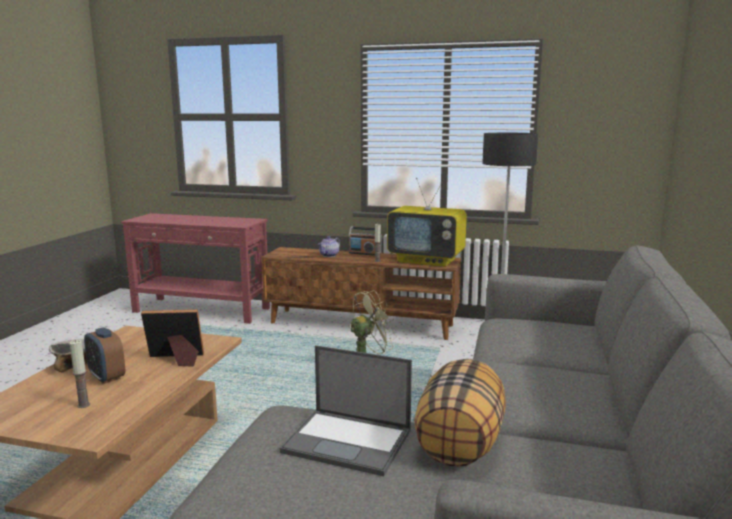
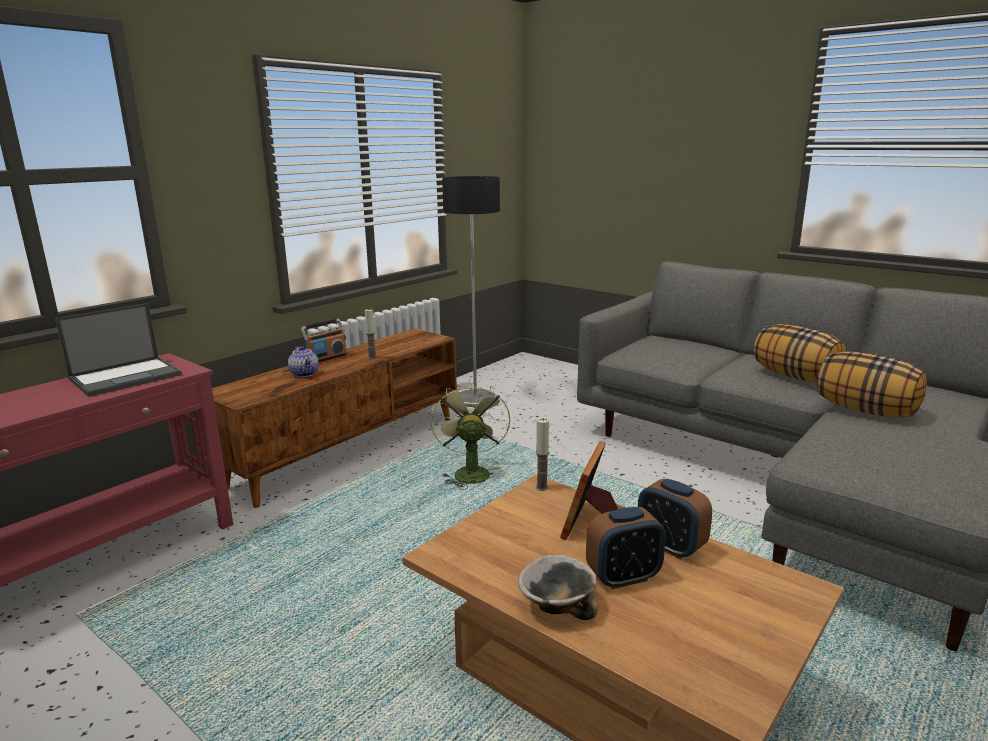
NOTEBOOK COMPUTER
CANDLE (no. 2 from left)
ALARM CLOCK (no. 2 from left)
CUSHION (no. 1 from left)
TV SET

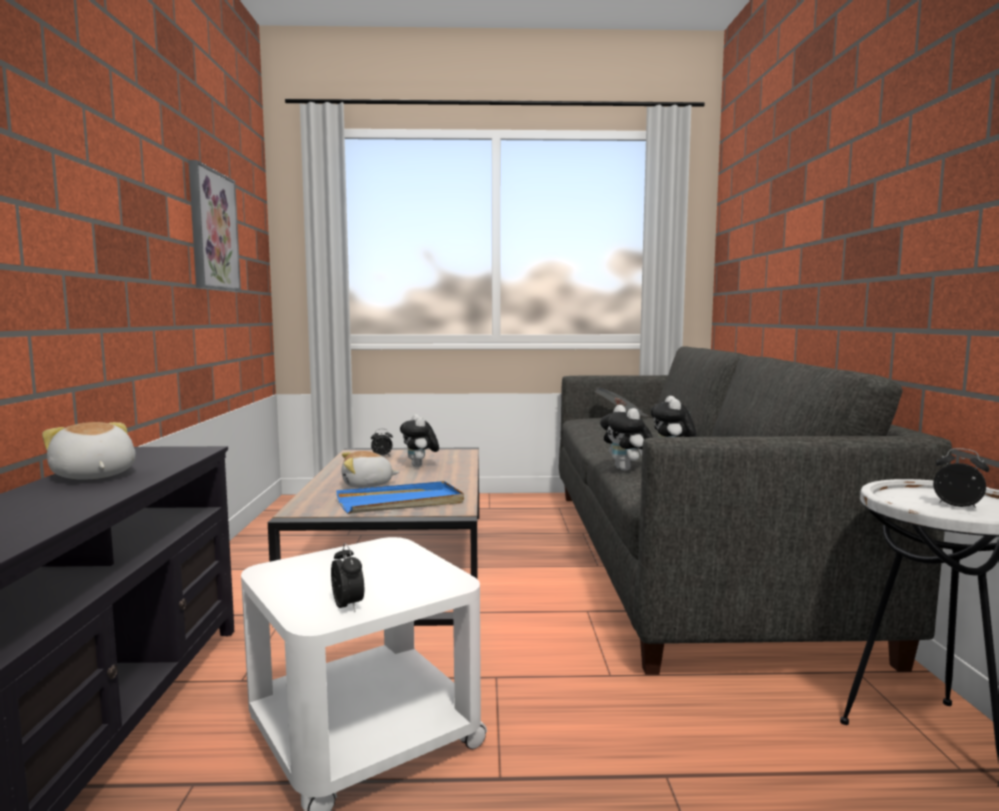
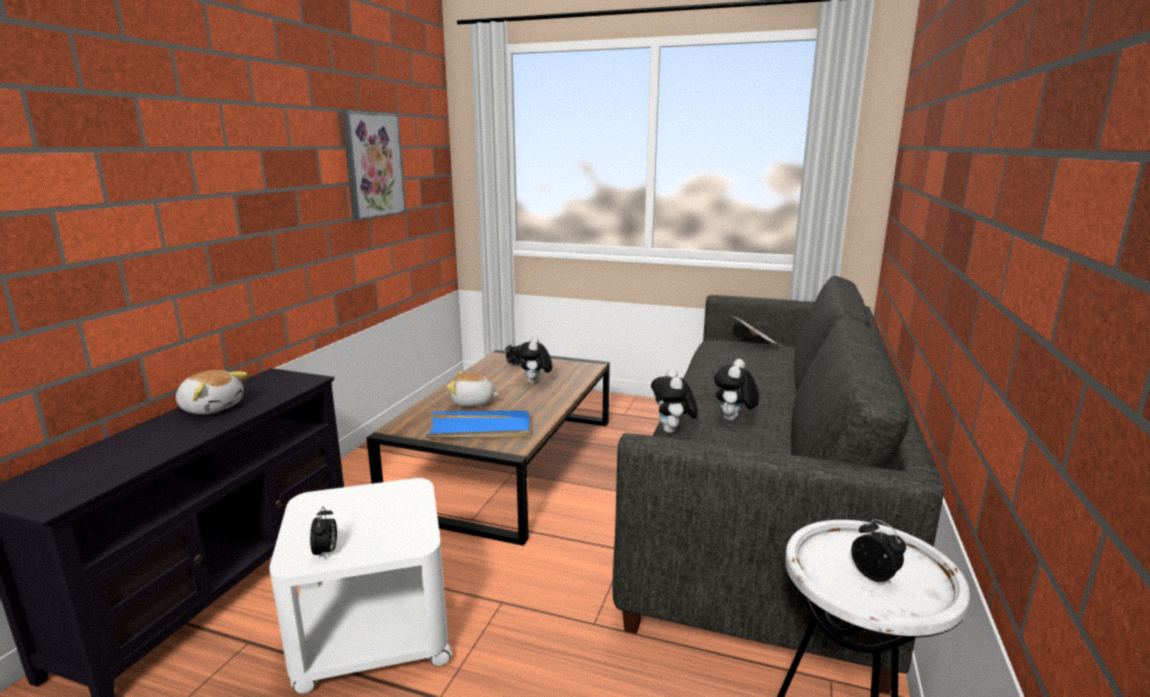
CUDDLY TOY (no. 1 from left)

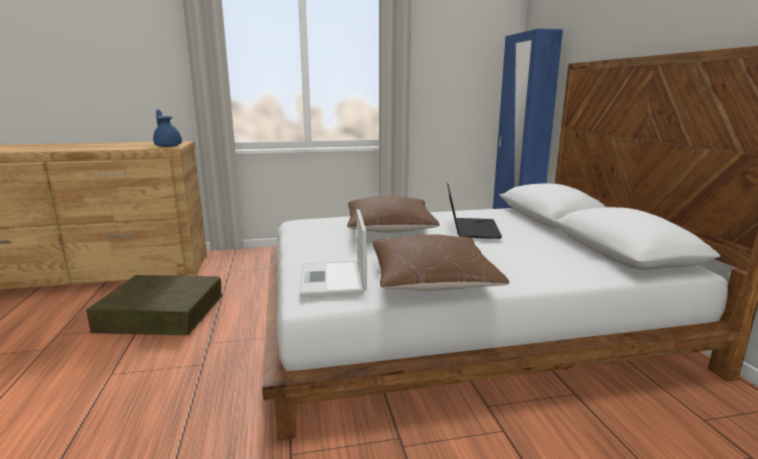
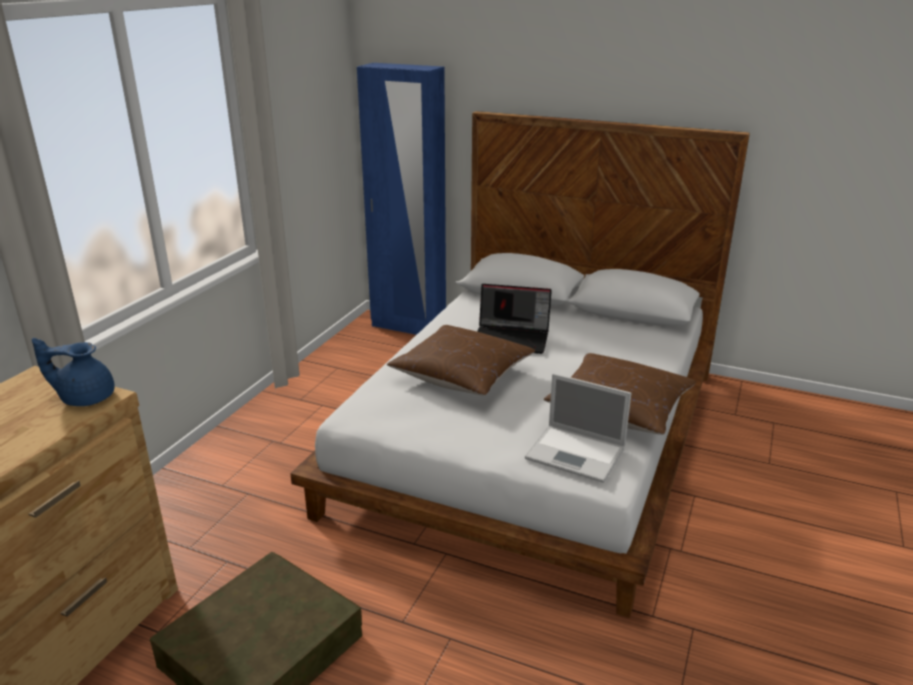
NOTEBOOK COMPUTER (no. 1 from left)

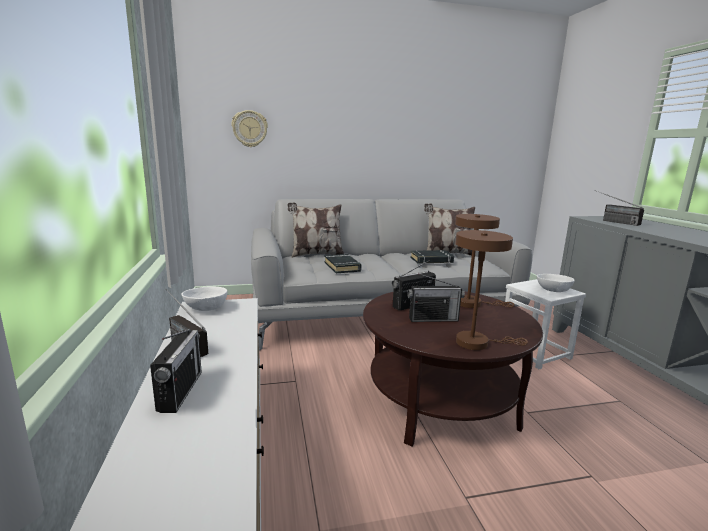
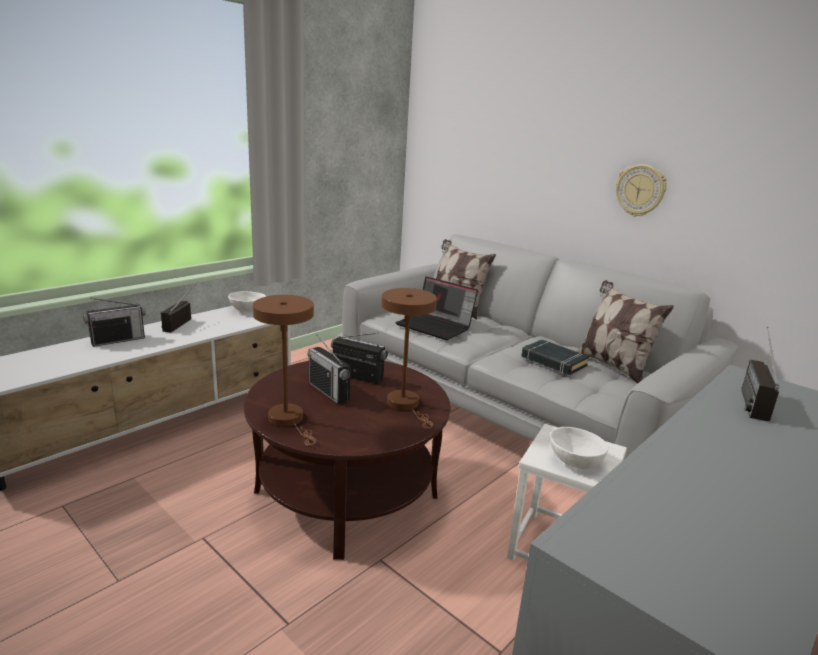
NOTEBOOK COMPUTER
WALL CLOCK

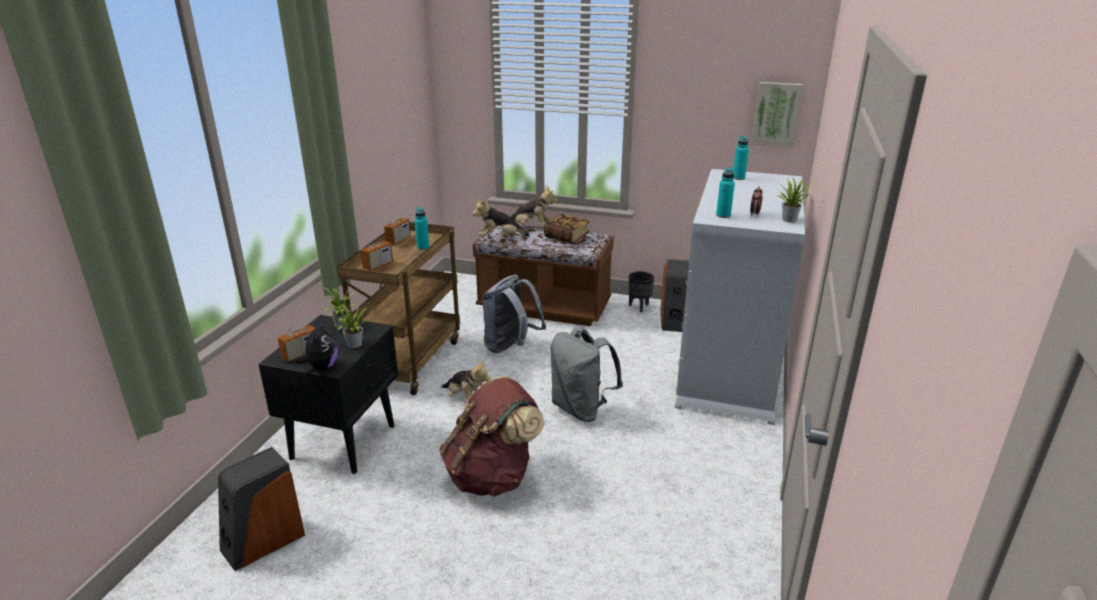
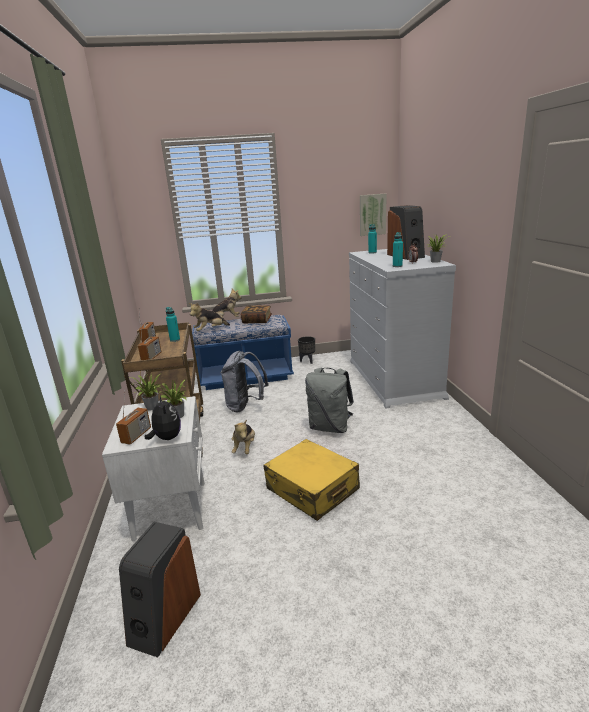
WHITISH NIGHT TABLE
BLUE-COLOURED LONG SEAT
CUDDLY TOY (no. 4 from left)
YELLOW PIECE OF LUGGAGE
AUDIO SPEAKER (no. 2 from left)

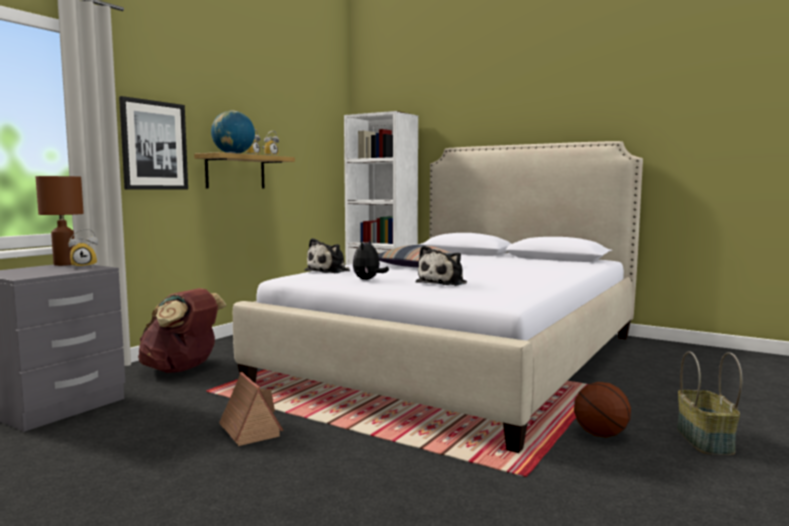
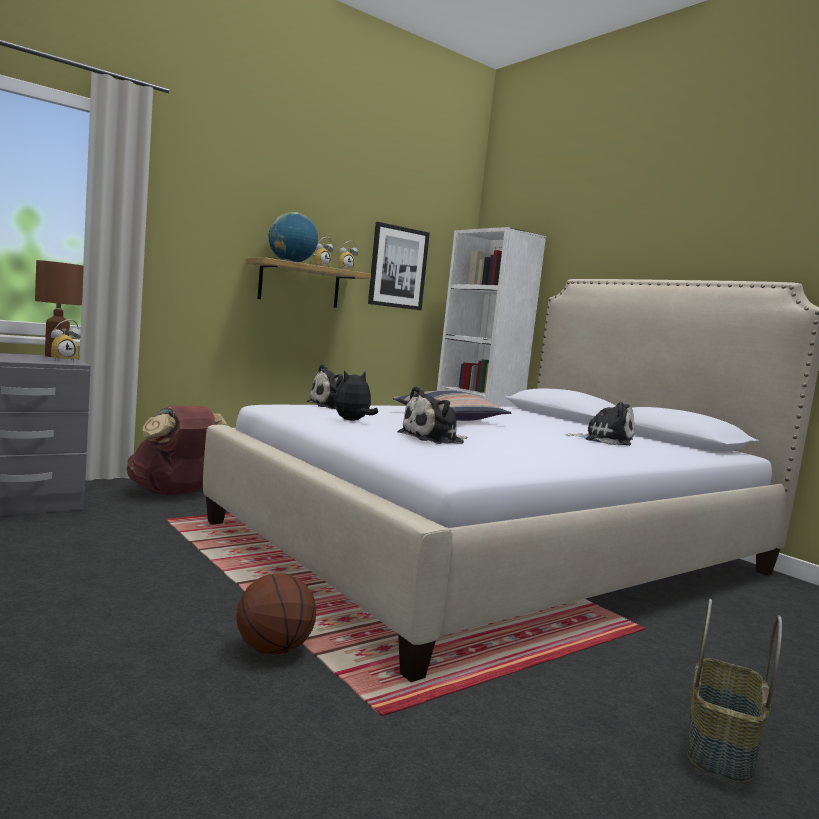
ALARM CLOCK (no. 1 from left)
BASKETBALL BALL
WALL PICTURE
CUDDLY TOY (no. 4 from left)
MINIATURE HOUSE

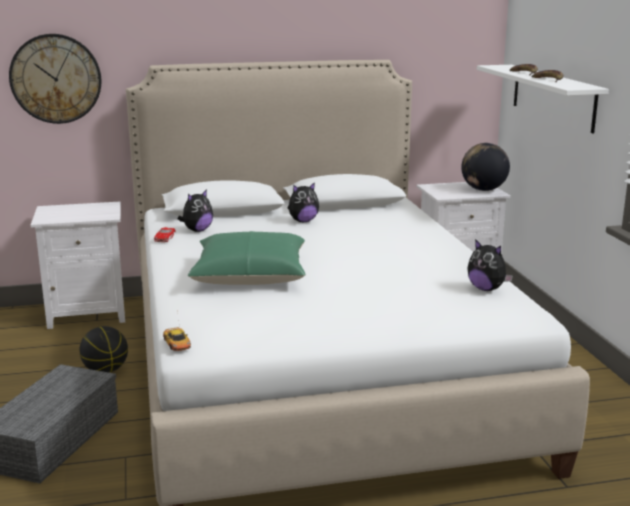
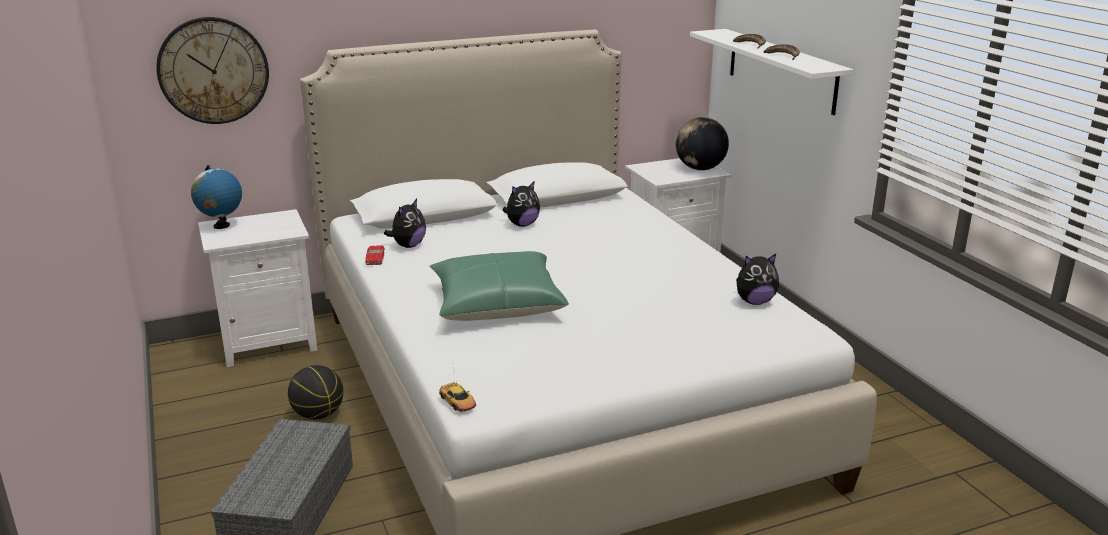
DESK GLOBE (no. 1 from left)
CUDDLY TOY (no. 3 from left)

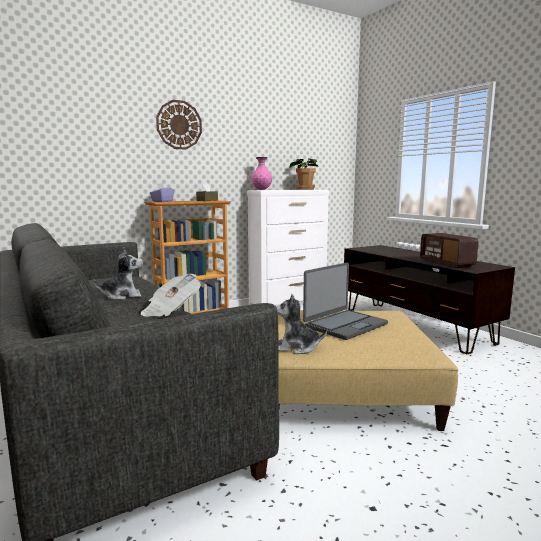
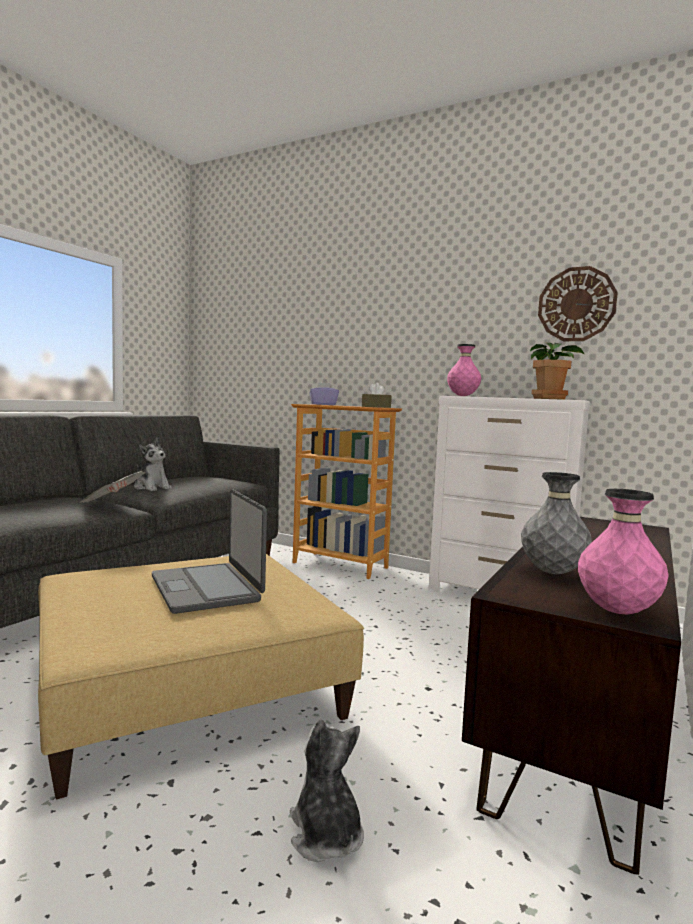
NOTEBOOK COMPUTER
CUDDLY TOY (no. 2 from left)
GREYISH VASE
WALL CLOCK
PINK VASE (no. 2 from left)

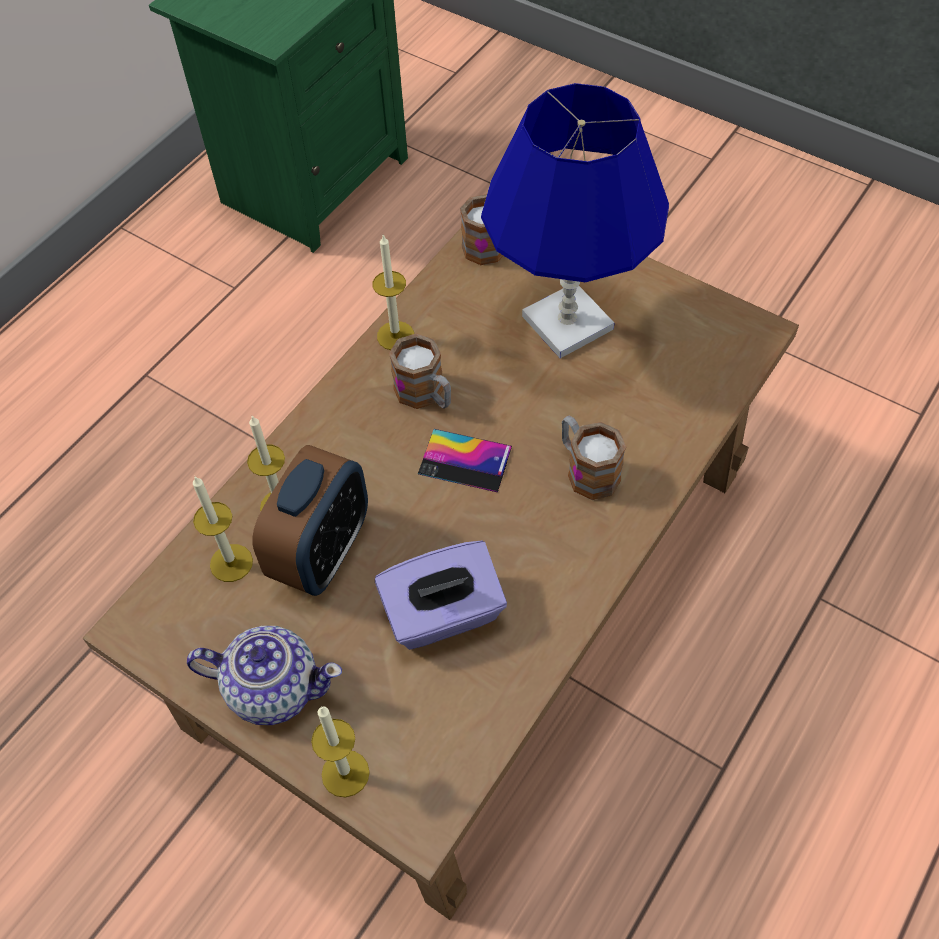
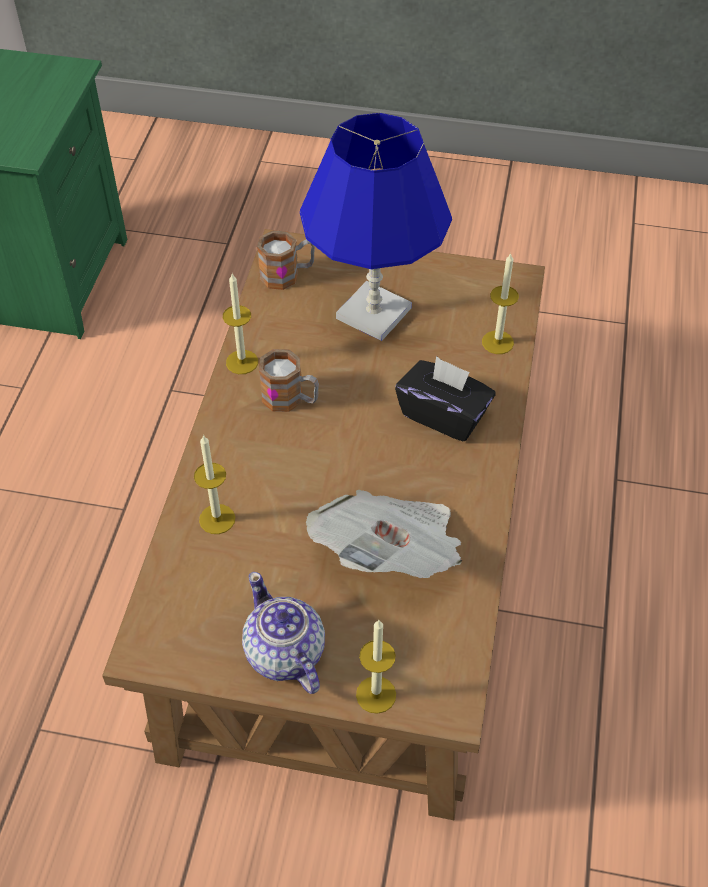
TEAPOT
DAILY PAPER
BLACK TISSUE BOX
CANDLE (no. 4 from left)
ALARM CLOCK
TELEPHONE

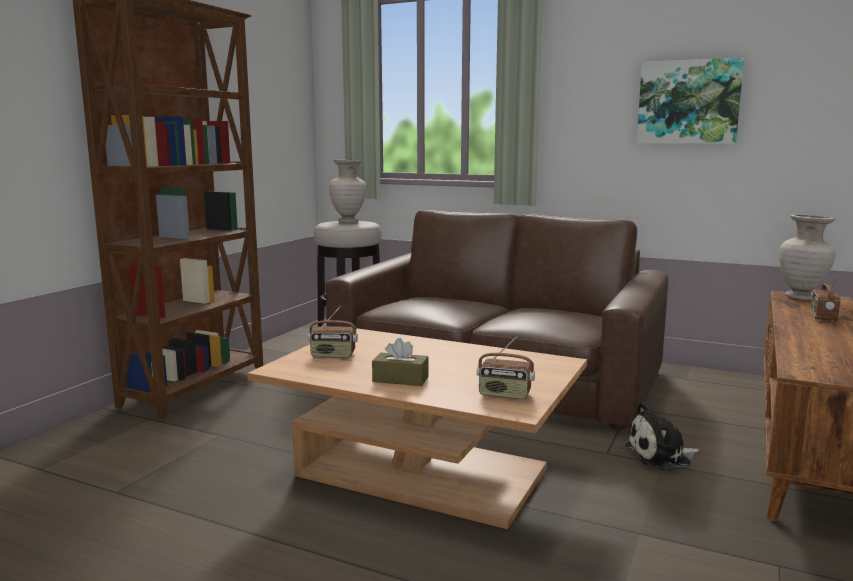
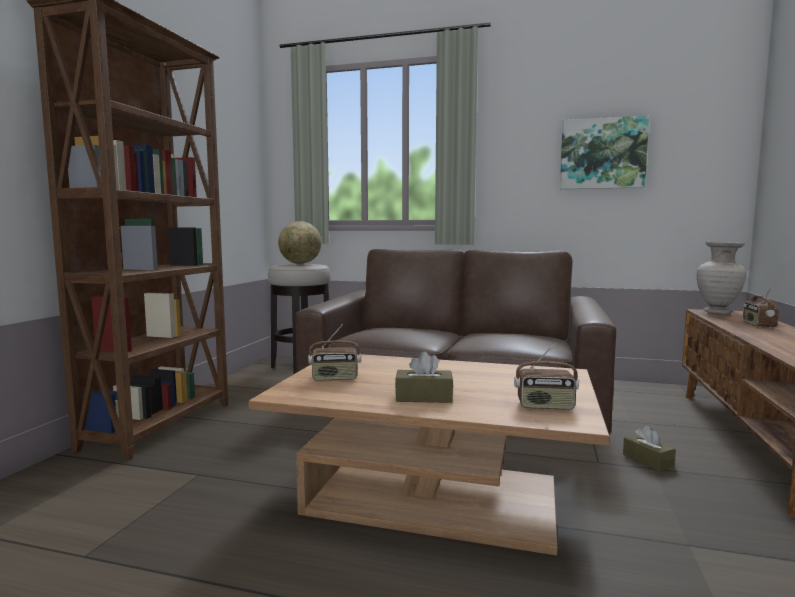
DESK GLOBE
BROWN TISSUE BOX (no. 2 from left)

